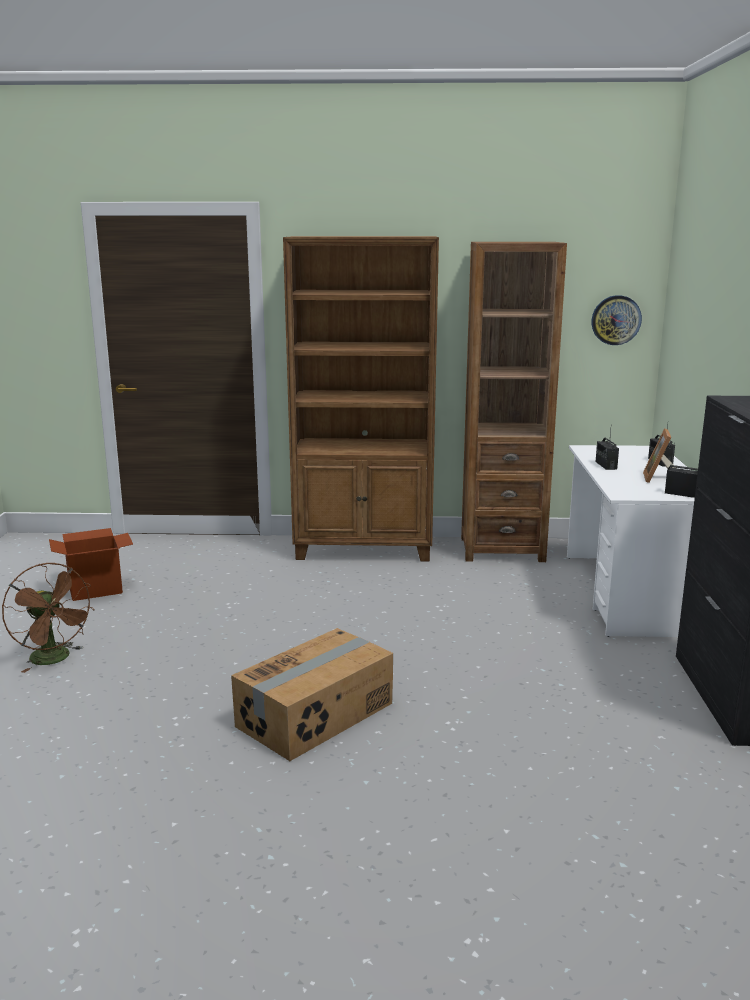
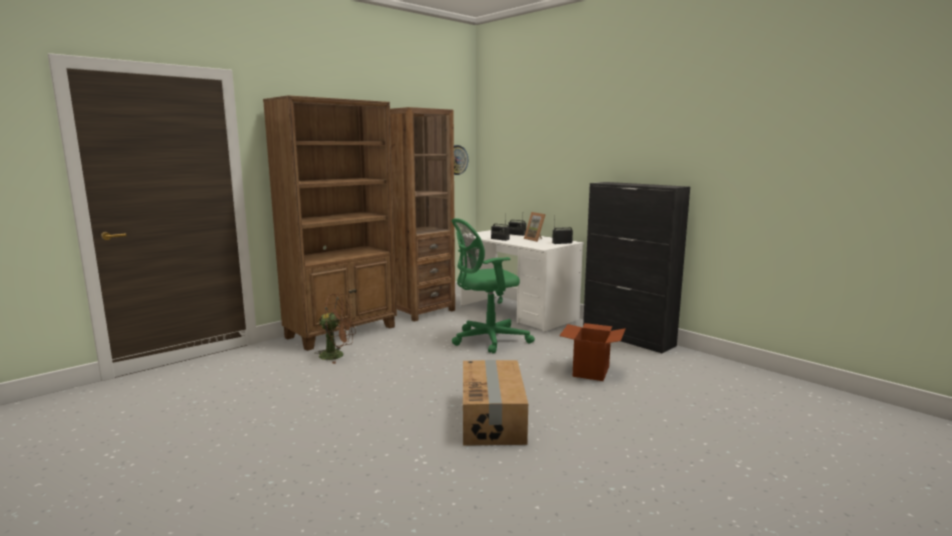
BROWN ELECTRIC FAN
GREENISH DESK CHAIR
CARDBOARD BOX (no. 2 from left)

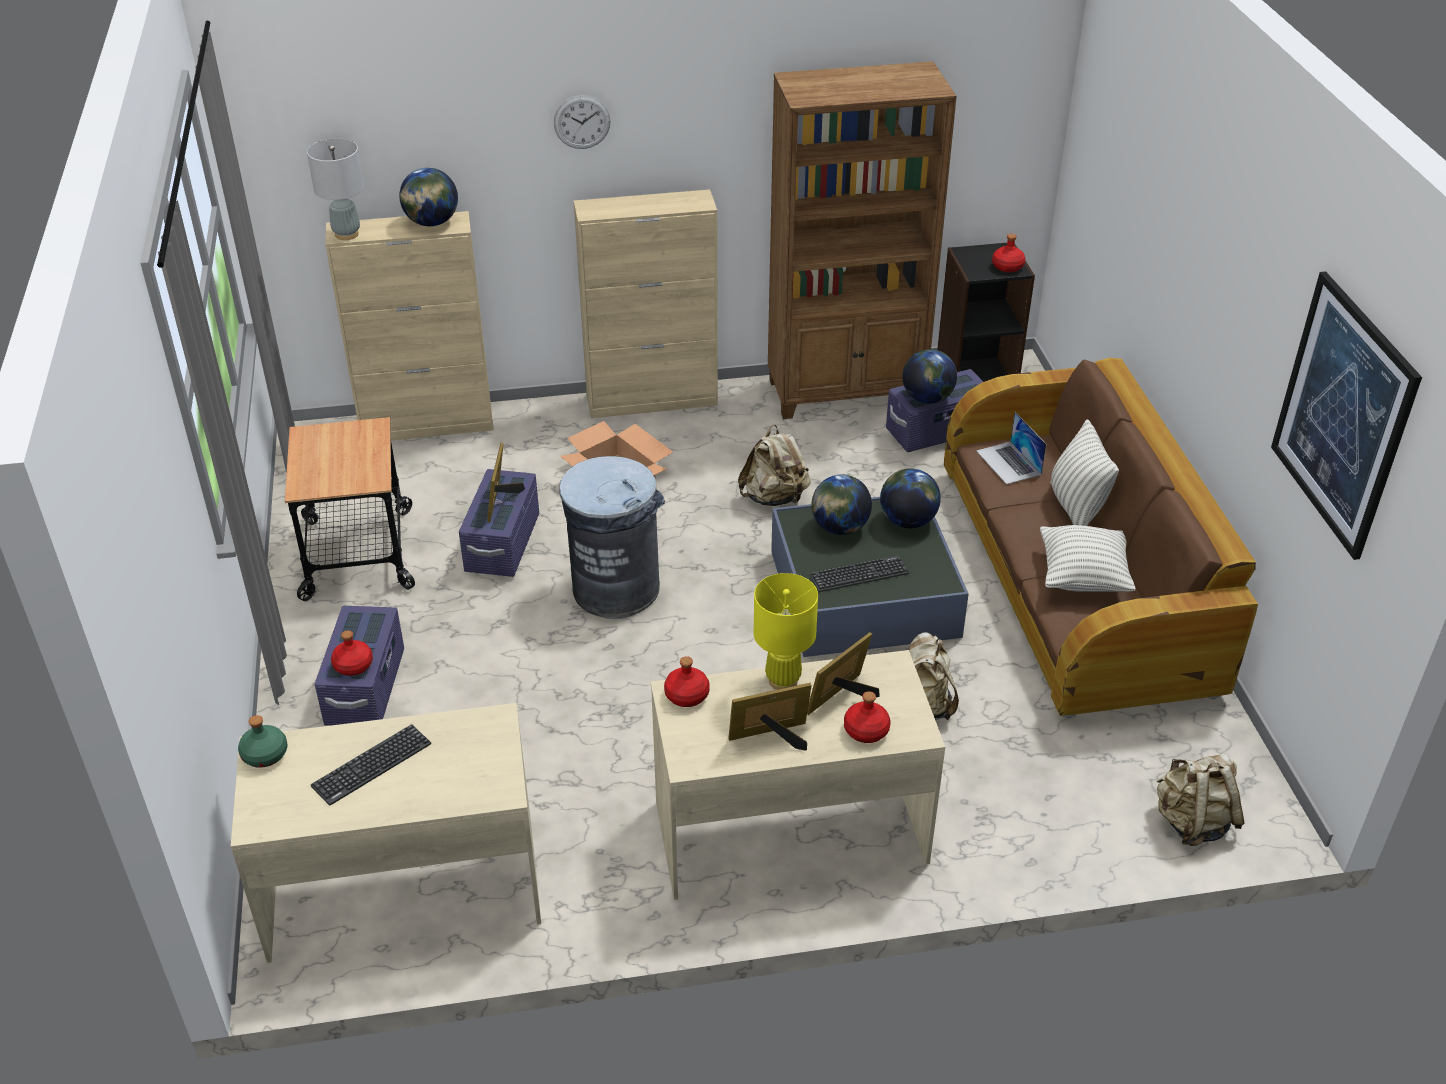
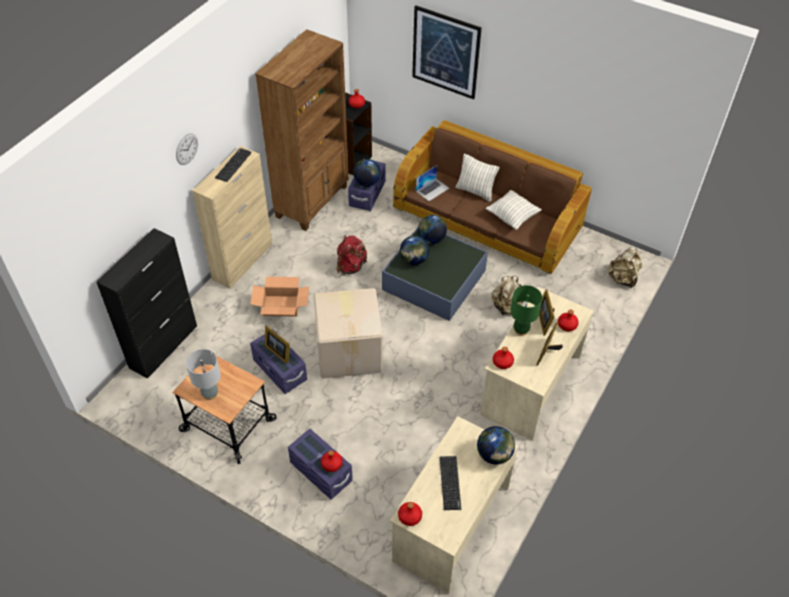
BLACK CABINET
GREYISH TABLETOP LAMP
PC KEYBOARD (no. 1 from left)
CARDBOARD BOX (no. 2 from left)
REDDISH RUCKSACK
REDDISH DRINK BOTTLE (no. 3 from left)
WALL PICTURE
NOTEBOOK COMPUTER
DESK GLOBE (no. 4 from left)
GREENISH TABLETOP LAMP

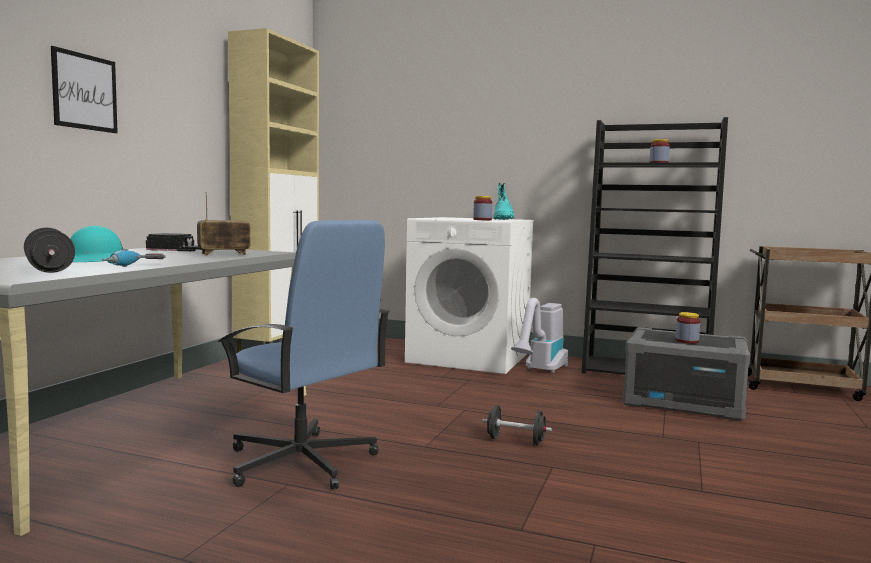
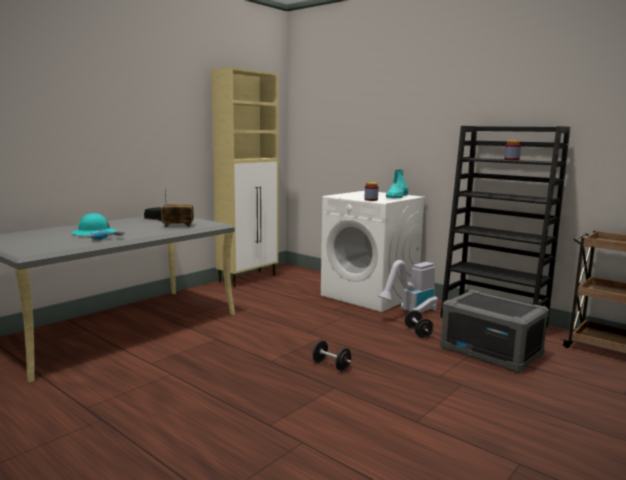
BLACK DUMBBELL (no. 2 from left)
WALL PICTURE
BLUE-COLOURED DESK CHAIR
JAR (no. 3 from left in the first image)

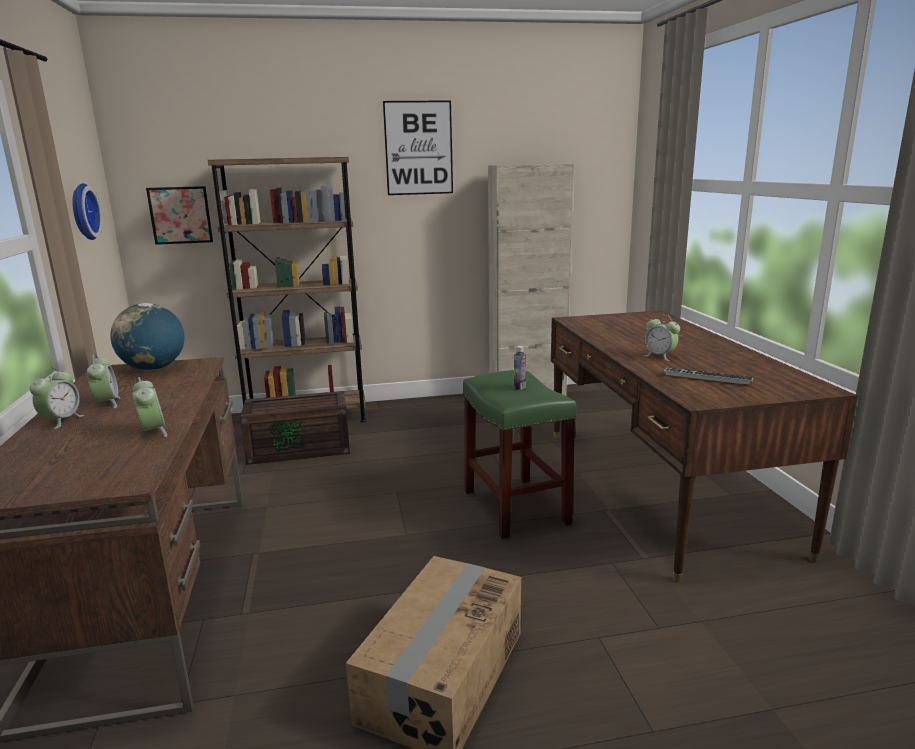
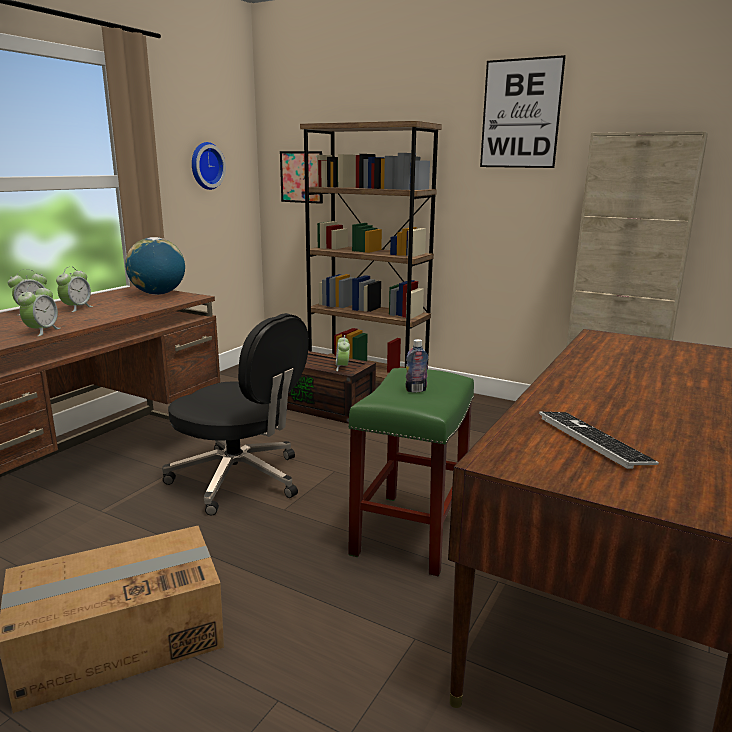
BLACK DESK CHAIR
ALARM CLOCK (no. 4 from left)

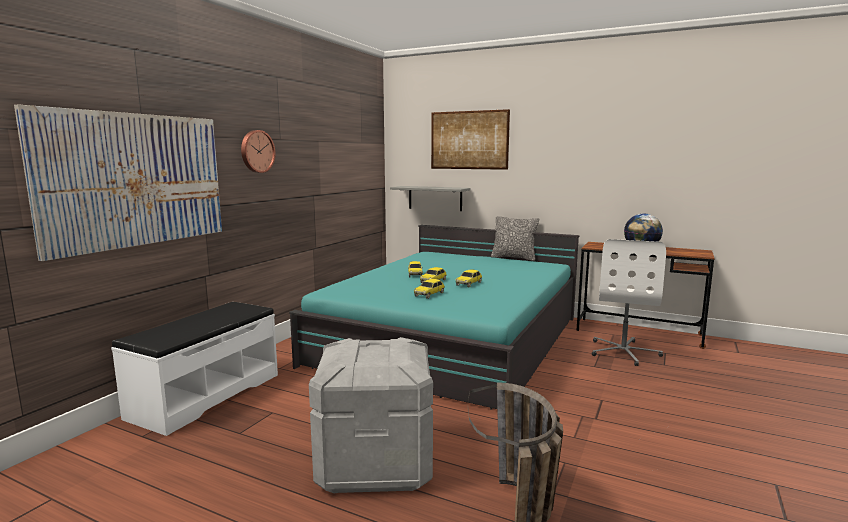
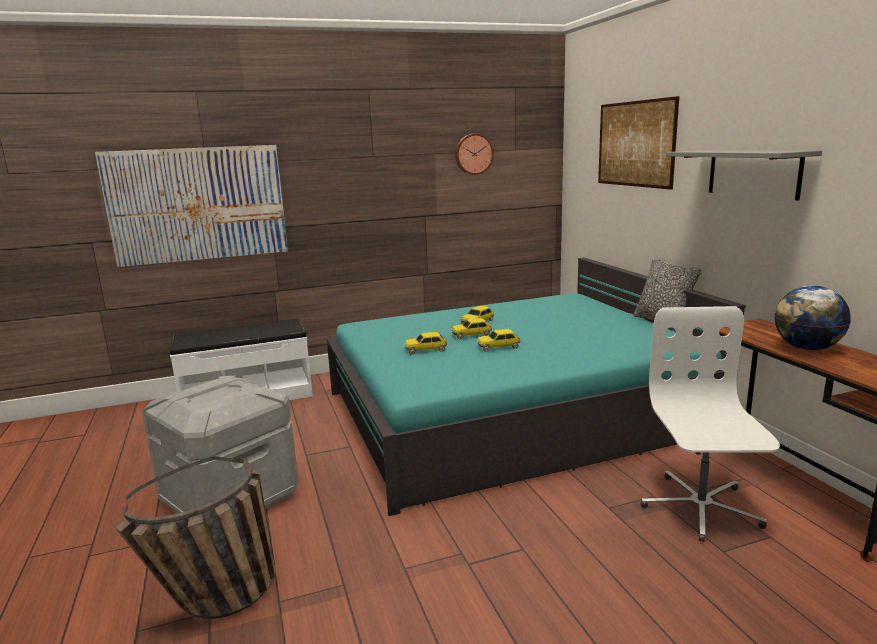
WALL CLOCK
WHITISH DESK CHAIR
GREYISH BRACKET SHELF

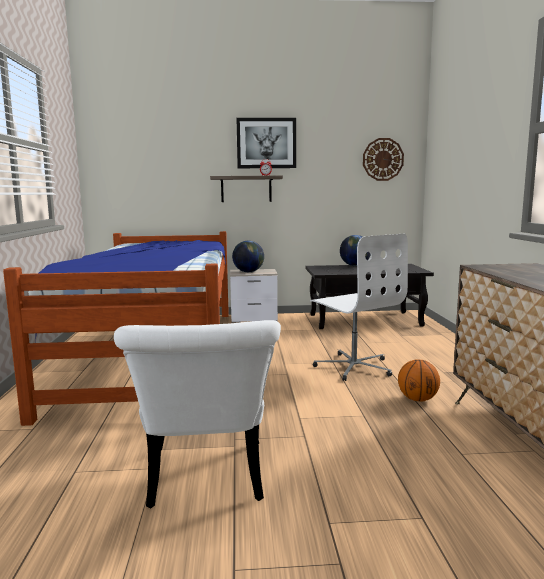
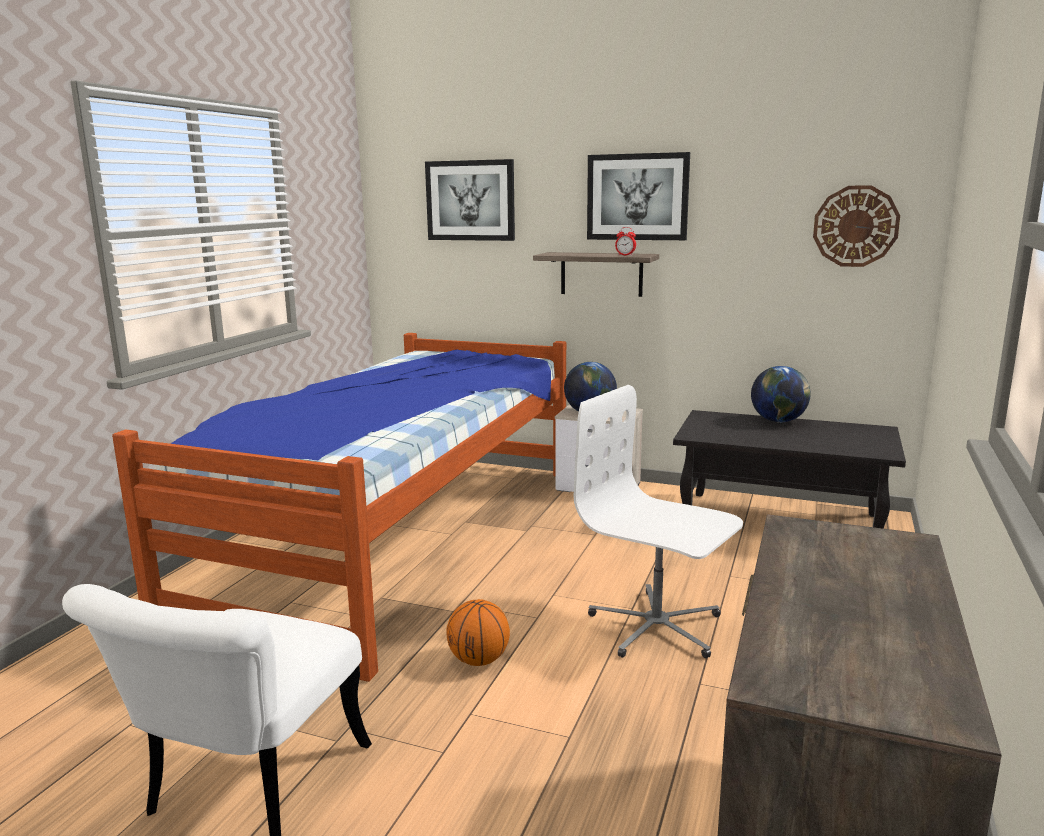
WALL PICTURE (no. 1 from left)
BASKETBALL BALL
WHITISH DESK CHAIR

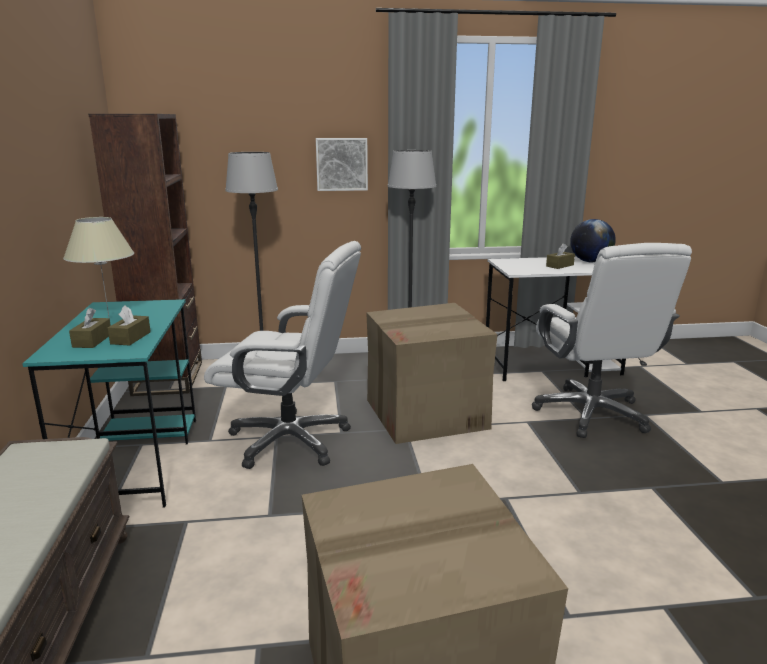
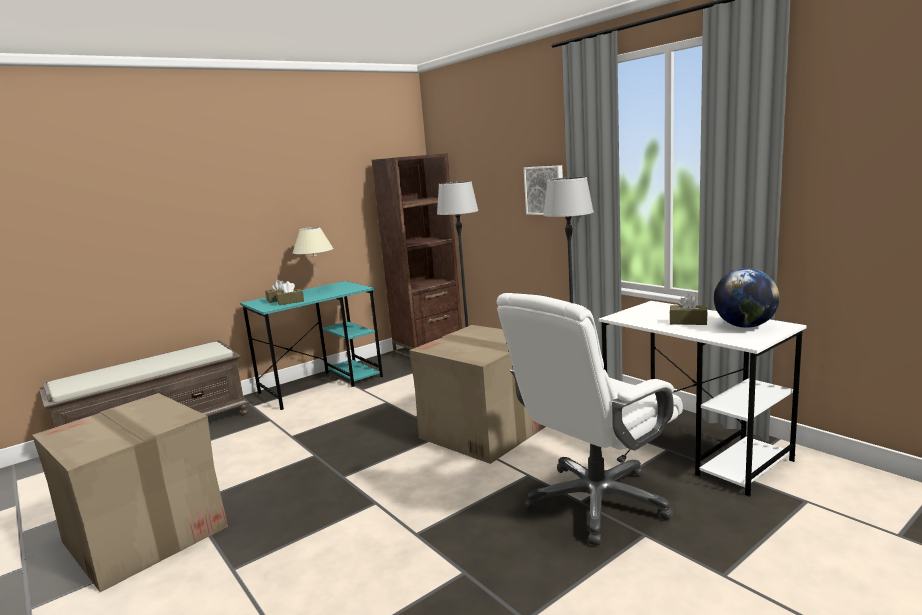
WHITISH DESK CHAIR (no. 1 from left in the first image)

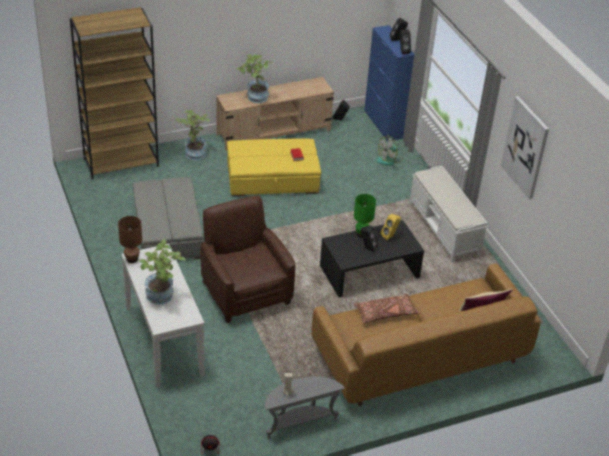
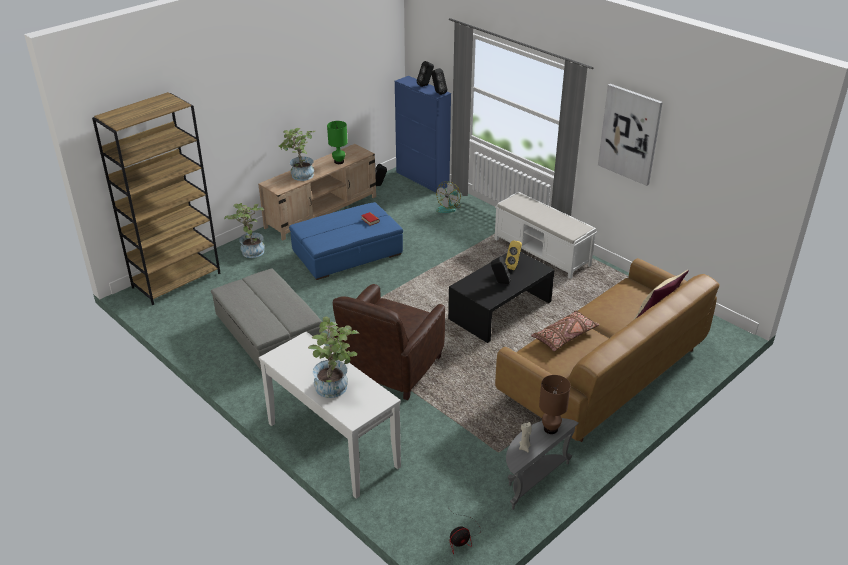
BLUE-COLOURED POUFFE
GREENISH TABLETOP LAMP
BROWN EASY CHAIR
BROWN TABLETOP LAMP

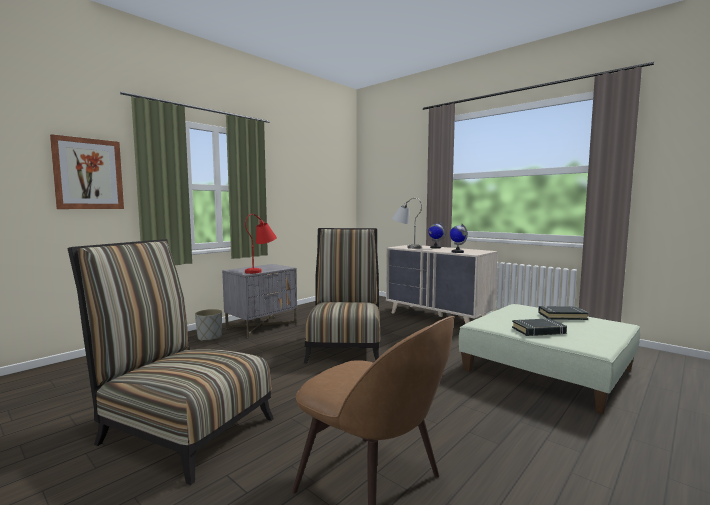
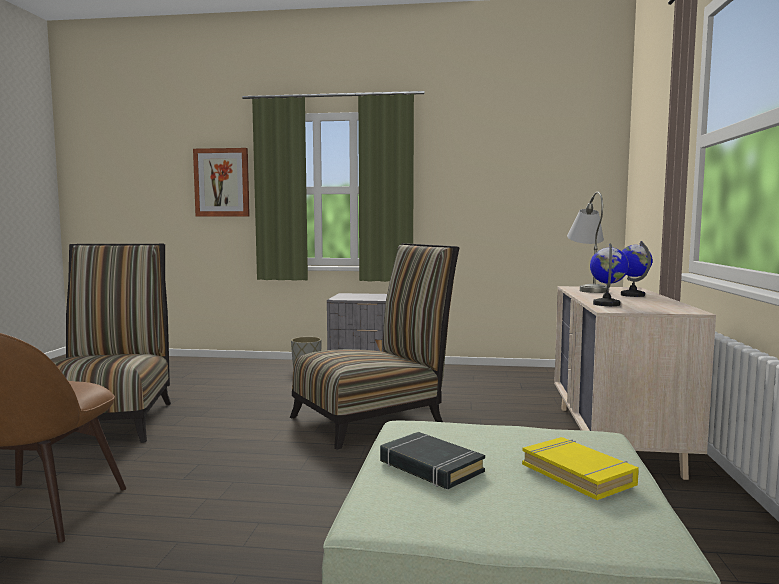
YELLOW BOOK
REDDISH TABLETOP LAMP

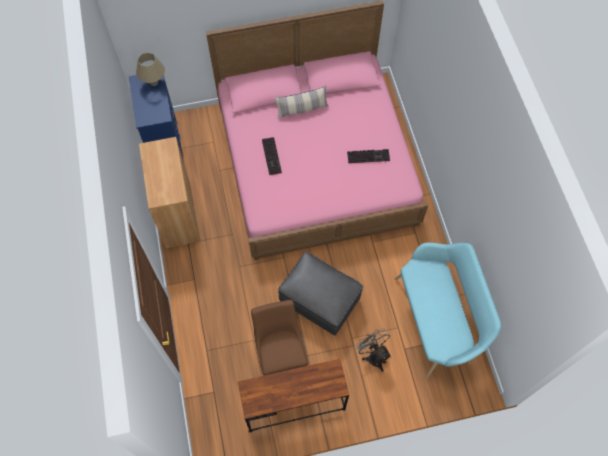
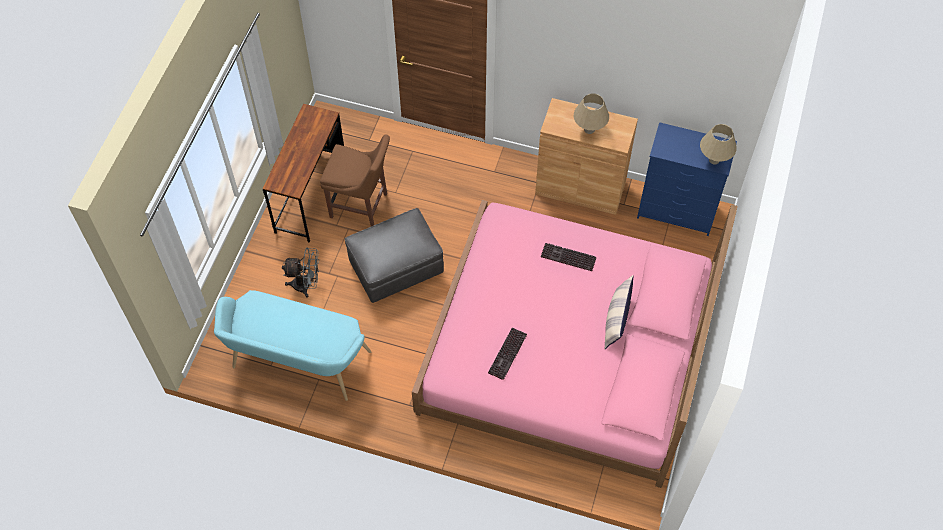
SAND-COLOURED TABLETOP LAMP (no. 1 from left)

